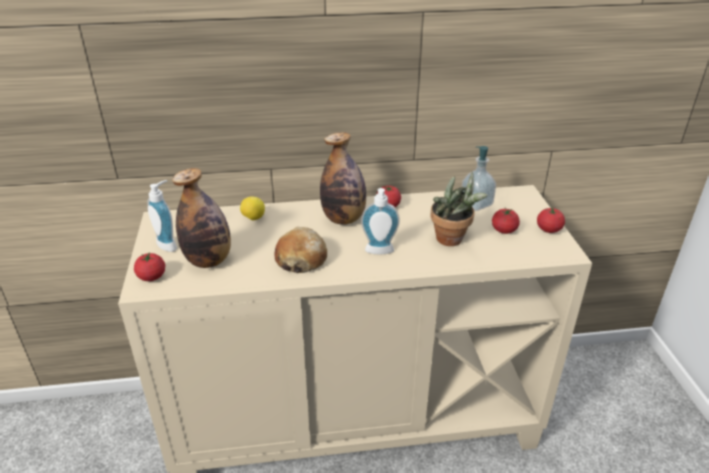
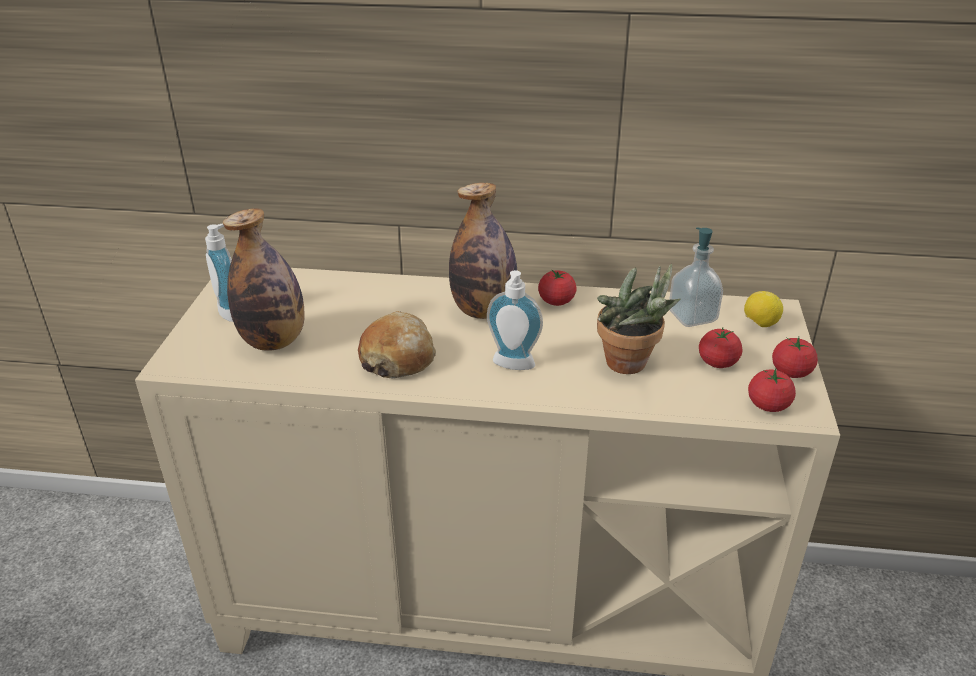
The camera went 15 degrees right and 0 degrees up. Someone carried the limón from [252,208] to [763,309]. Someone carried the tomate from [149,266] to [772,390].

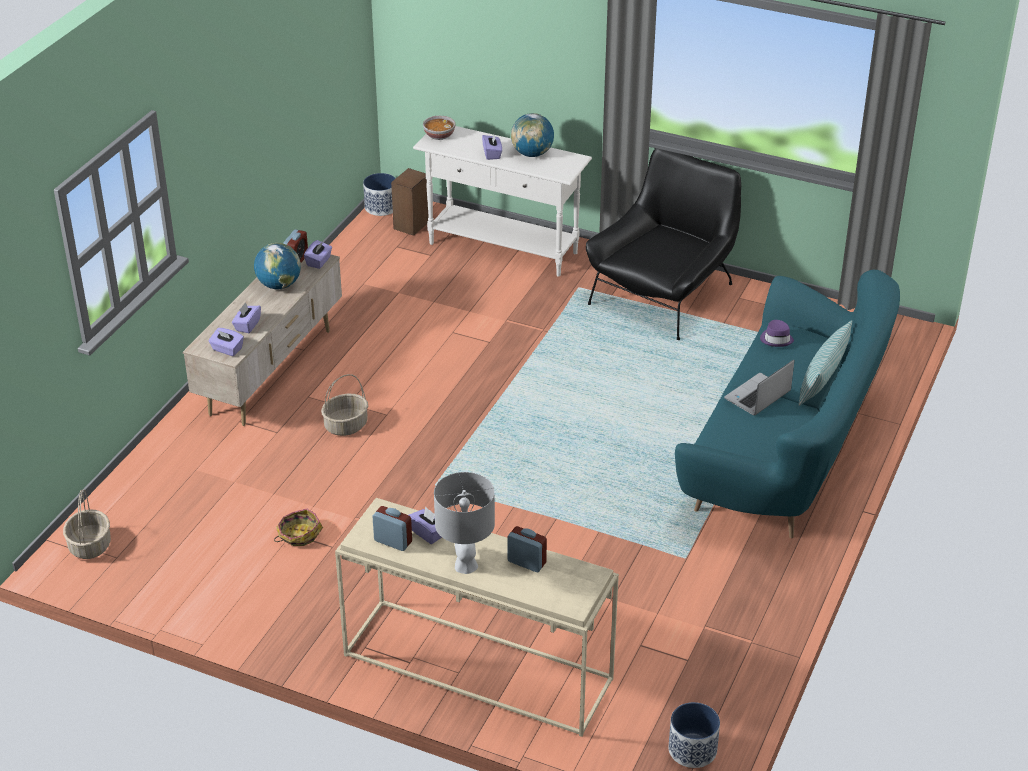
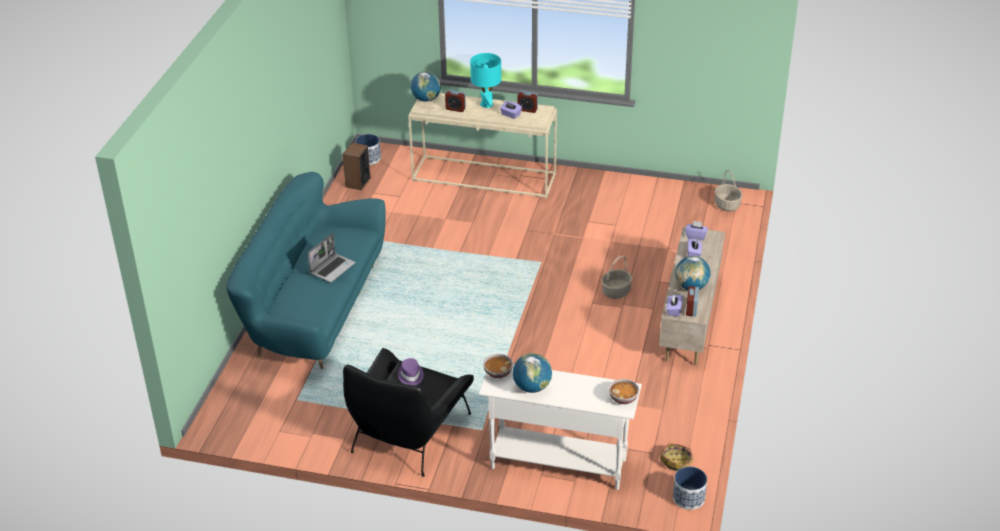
The camera went 170 degrees right and 0 degrees up. Someone carried the altavoz from [410,202] to [356,166]. Someone carried the sombrero [morado] from [777,333] to [411,372]. Someone put down the globo terráqueo at [426,86]. Someone repainted the lámpara de mesa [gris] at [464,523], which became the lámpara de mesa [turquesa] at [485,80]. Someone put down the cuenco at [498,366]. Someone carried the cesta from [298,527] to [676,457]. Someone took away the caja de pañuelos [morado] at [492,146]. Someone took away the cojín at [825,363].

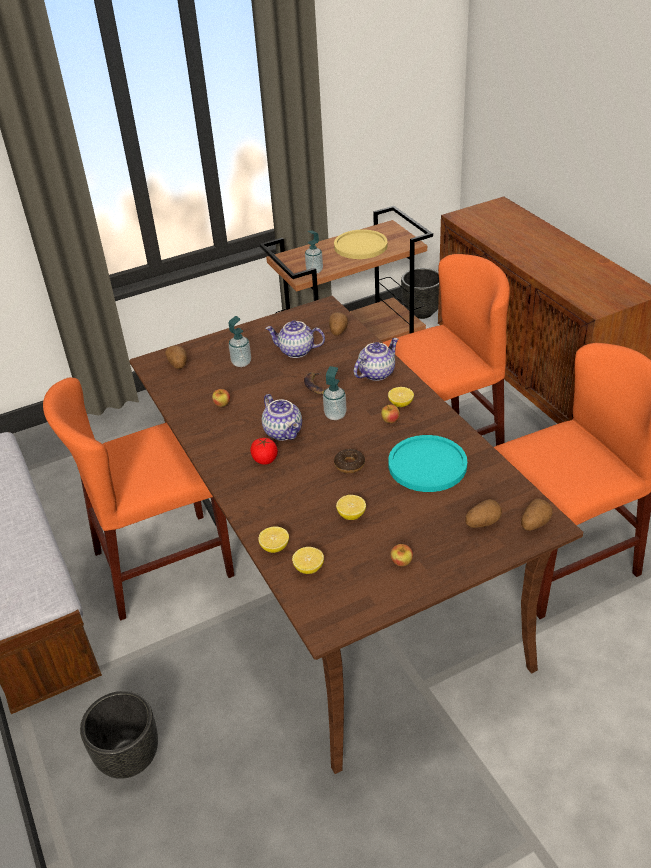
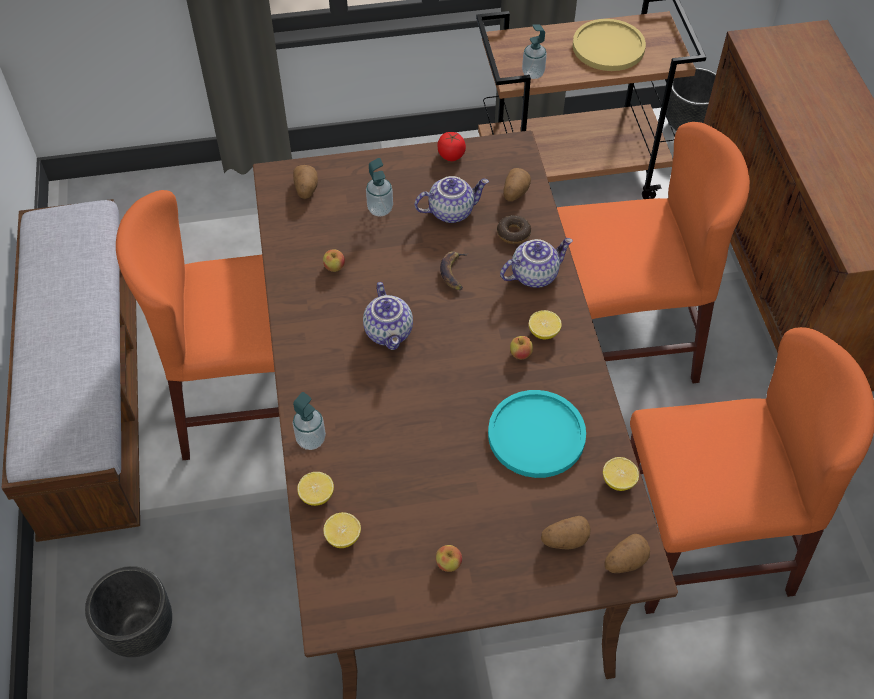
The camera went 15 degrees right and 15 degrees up. Someone carried the dispensador de jabón from [335,393] to [309,421]. Someone rotated the tetera at [295,339] by 135 degrees clockwise. Someone carried the tomate from [264,451] to [451,146]. Someone carried the rosquilla from [349,461] to [514,229]. Someone carried the limón from [351,507] to [621,474].

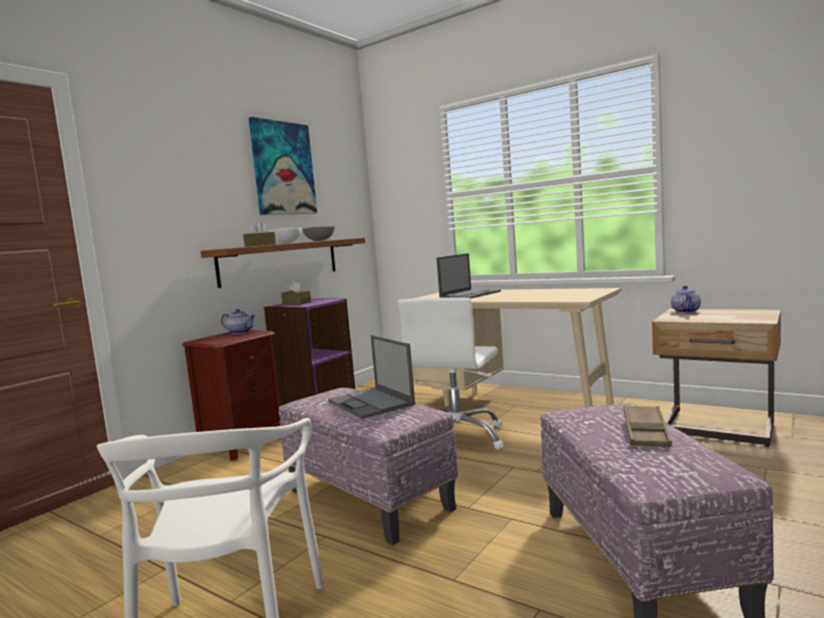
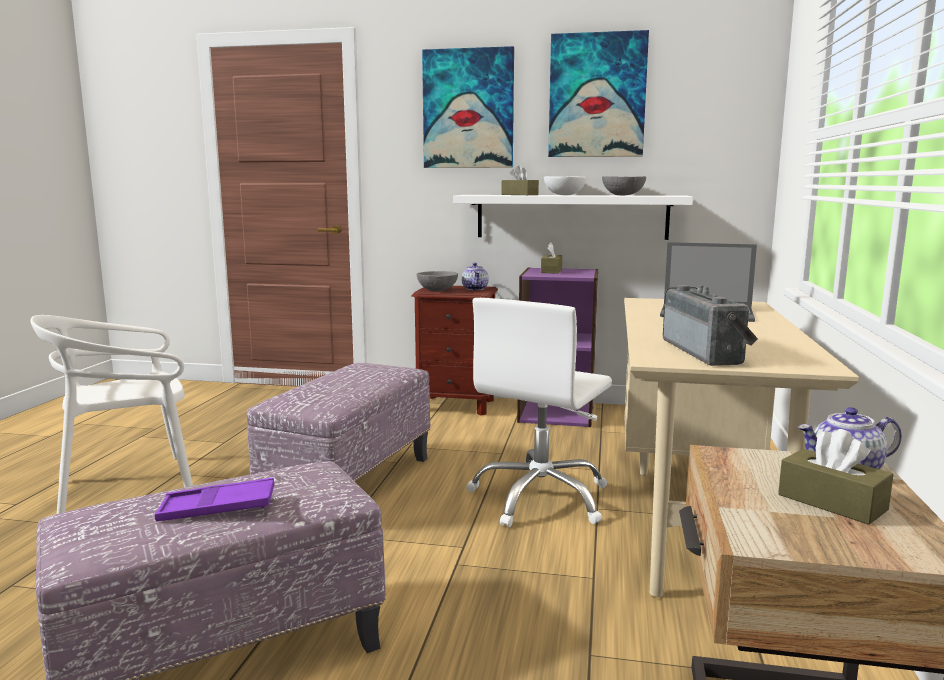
The camera went 65 degrees right and 5 degrees up. Someone repainted the bandeja [marrón] at [648,426], which became the bandeja [morado] at [215,499]. Someone put down the cuenco [gris] at [437,281]. Someone put up the cuadro at [468,107]. Someone repainted the estante [marrón] at [283,263], which became the estante [blanco] at [573,217]. Someone rotated the silla de oficina [blanco] at [451,374] by 60 degrees counterclockwise. Someone put down the radio at [710,325]. Someone put down the caja de pañuelos [marrón] at [836,477]. Someone took away the portátil at [371,377].

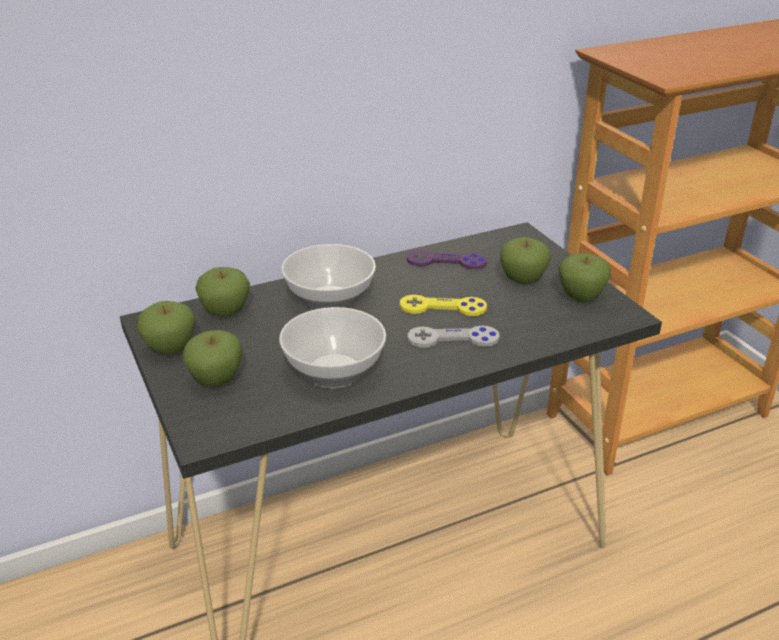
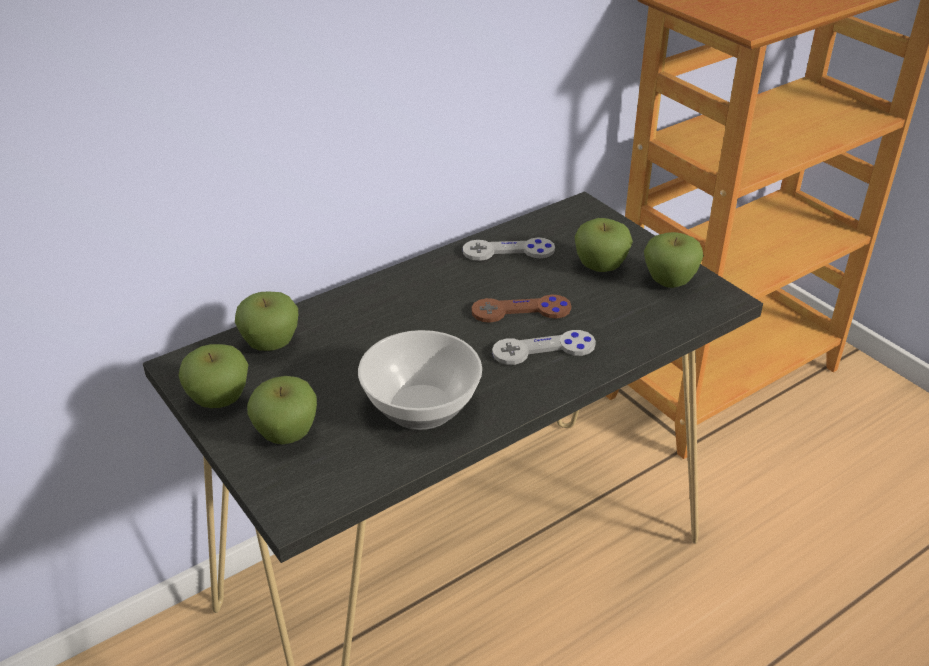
The camera went 10 degrees left and 5 degrees up. Someone repainted the mando de consola [morado] at [447,259], which became the mando de consola [gris] at [509,249]. Someone repainted the mando de consola [amarillo] at [443,305], which became the mando de consola [marrón] at [521,308]. Someone took away the cuenco at [328,277].

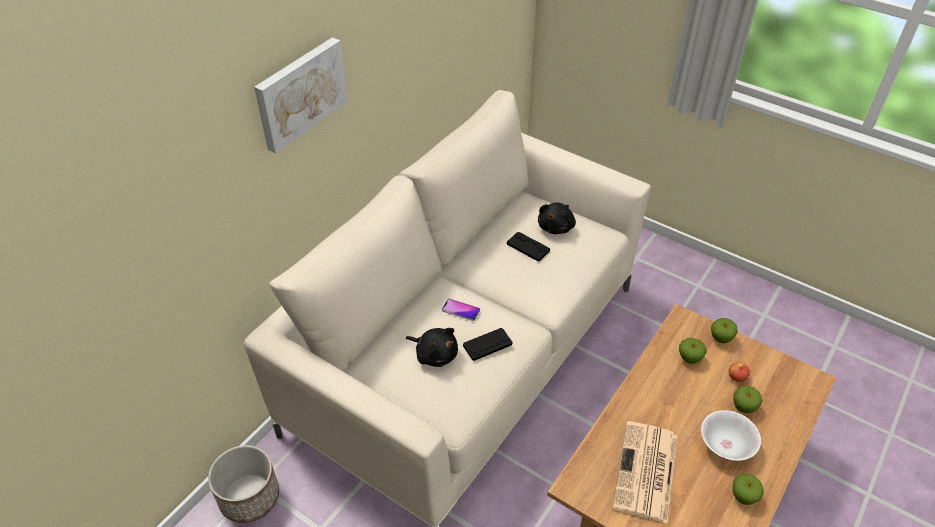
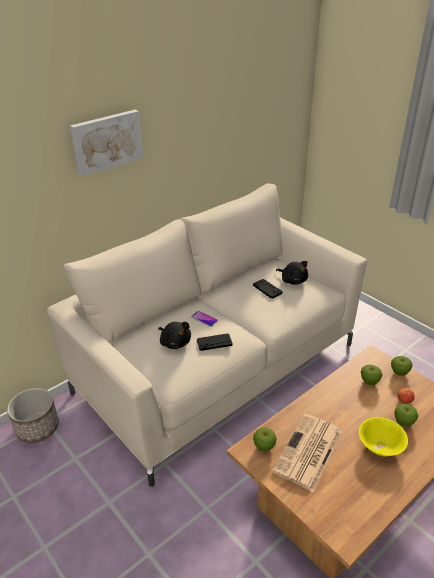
The camera went 15 degrees right and 10 degrees down. Someone carried the manzana from [748,489] to [265,439]. Someone rotated the peluche [negro] at [557,218] by 90 degrees counterclockwise. Someone repainted the cuenco [blanco] at [731,435], which became the cuenco [amarillo] at [383,437].

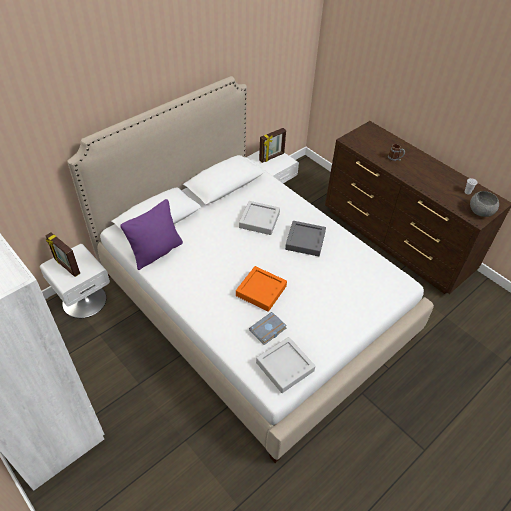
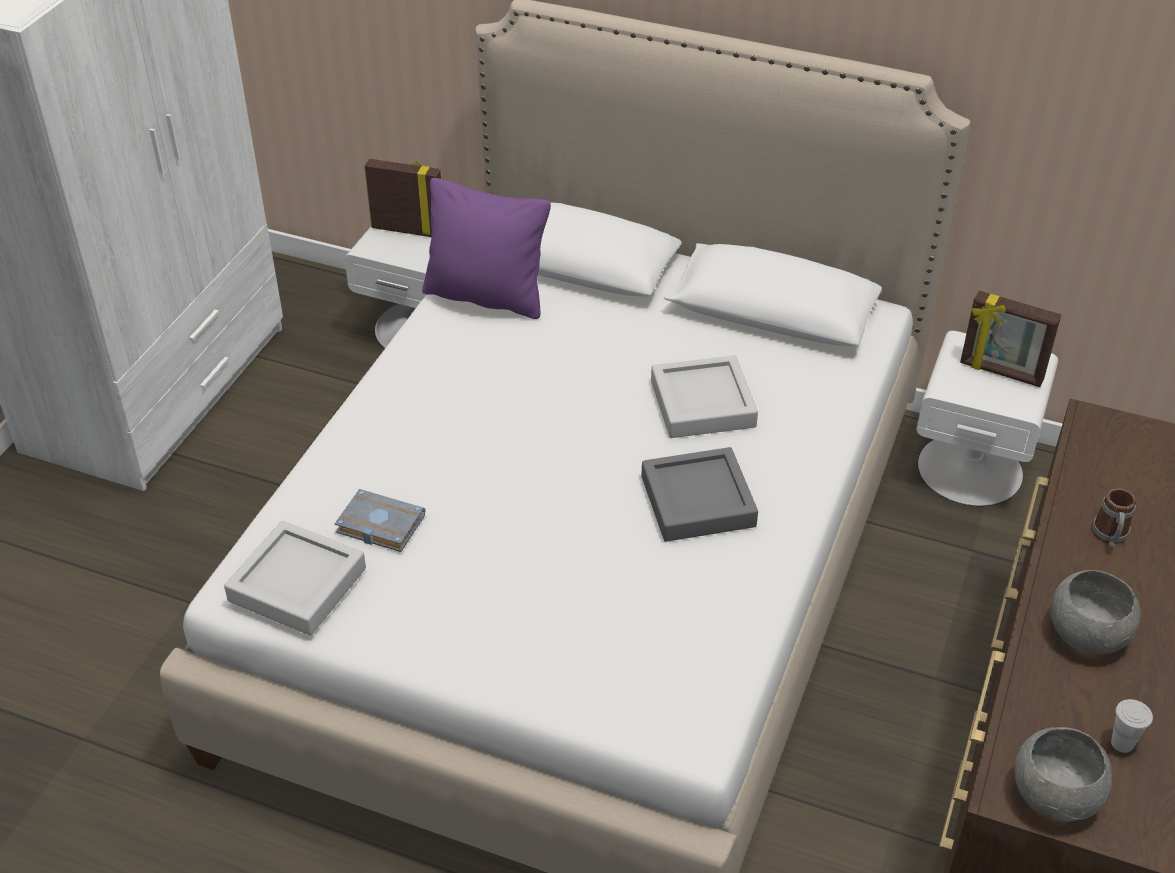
The camera went 65 degrees right and 5 degrees down. Someone rotated the portarretratos at [63,254] by 90 degrees clockwise. Someone put down the cuenco [gris] at [1095,612]. Someone took away the bandeja [naranja] at [261,289].

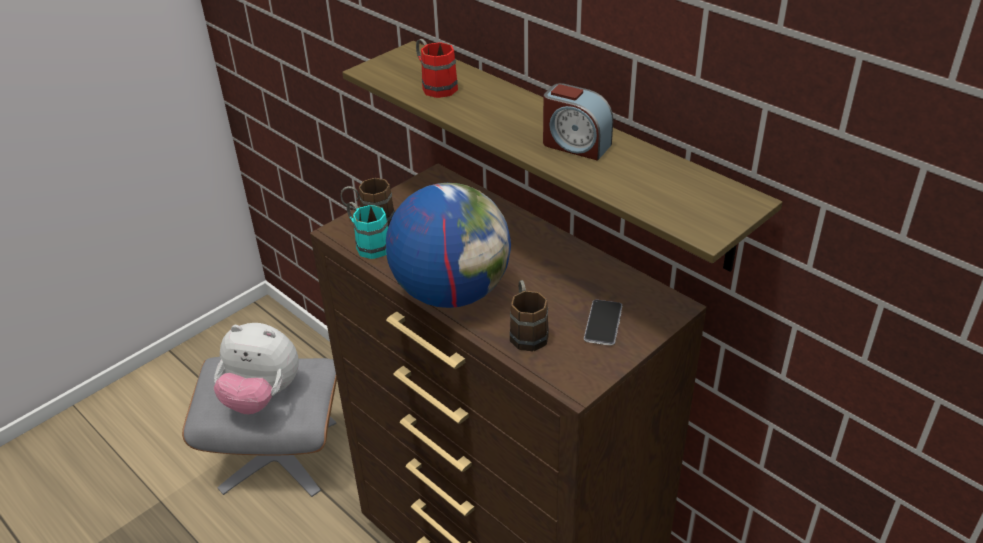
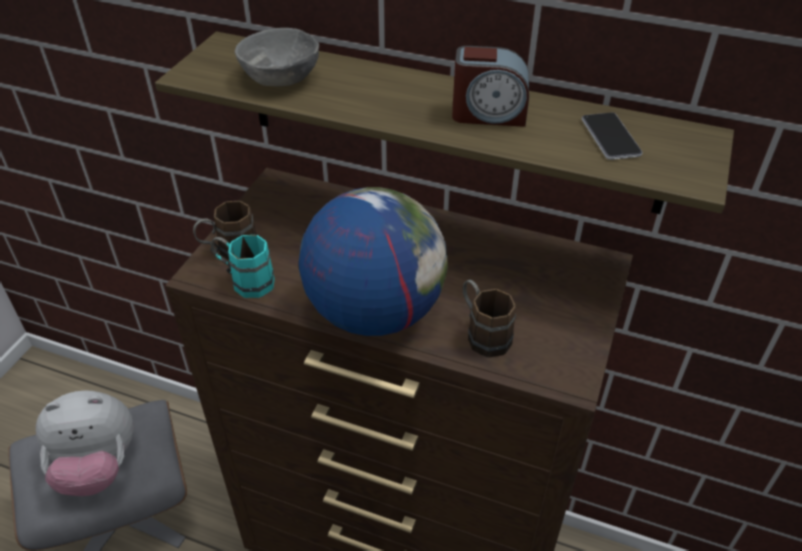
The camera went 25 degrees left and 5 degrees up. Someone swapped the taza grande [rojo] at [437,68] for the cuenco [gris] at [277,57]. Someone carried the móvil from [603,323] to [612,136].

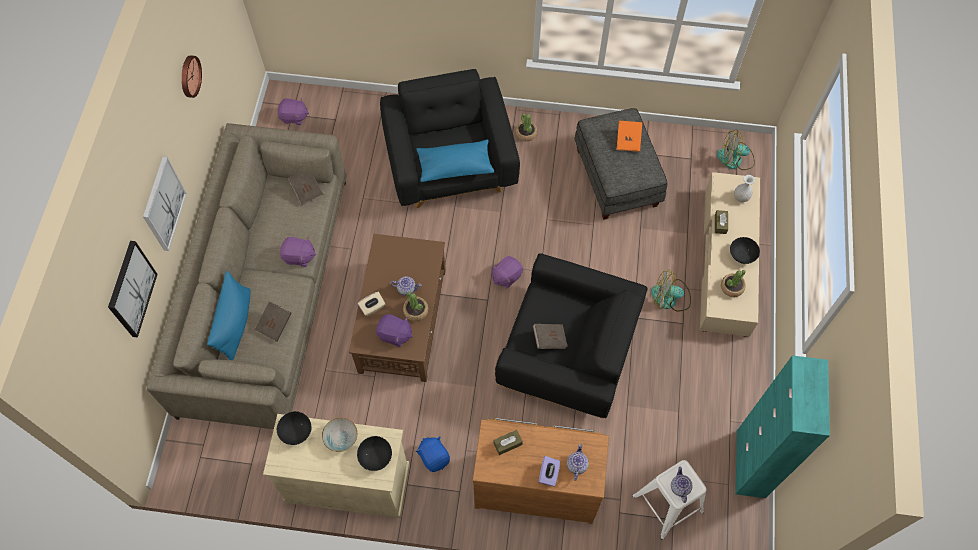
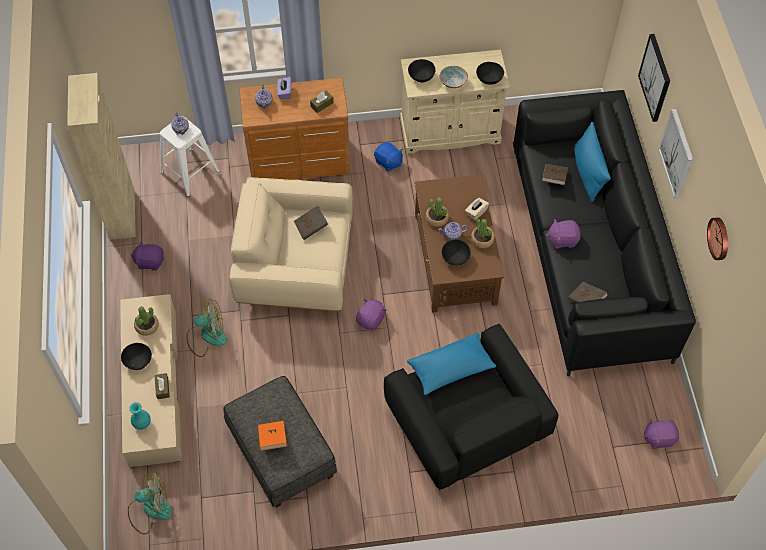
The camera went 165 degrees right and 5 degrees down. Someone repainted the armario [turquesa] at [782,426], which became the armario [beis] at [101,156]. Someone repainted the florero [blanco] at [744,188], which became the florero [turquesa] at [140,416]. Someone carried the peluche [morado] from [394,330] to [147,256]. Someone repainted the sillón [negro] at [571,335], which became the sillón [beis] at [291,244]. Someone put down the cuenco [negro] at [456,253]. Someone carried the planta en maceta from [526,127] to [483,233]. Someone repainted the sofá [beis] at [247,276], which became the sofá [negro] at [604,233].

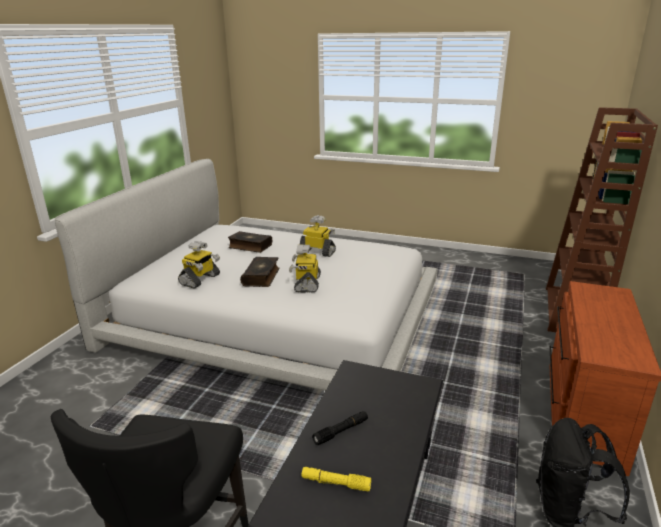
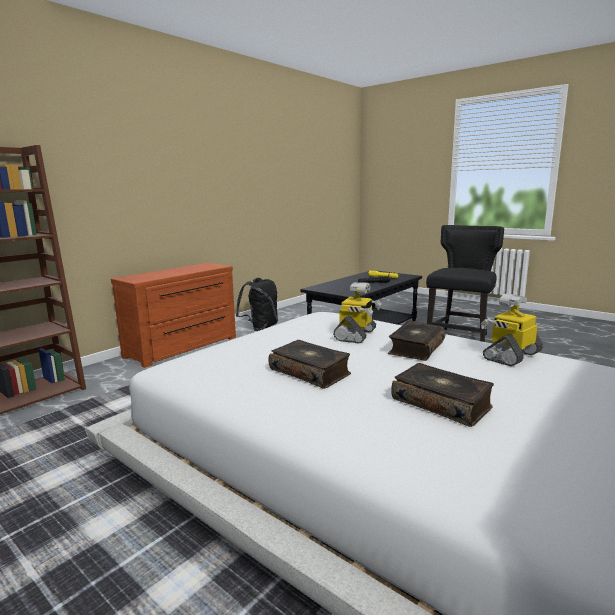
The camera went 160 degrees left and 10 degrees down. Someone swapped the robot de juguete at [318,236] for the libro at [309,364].

